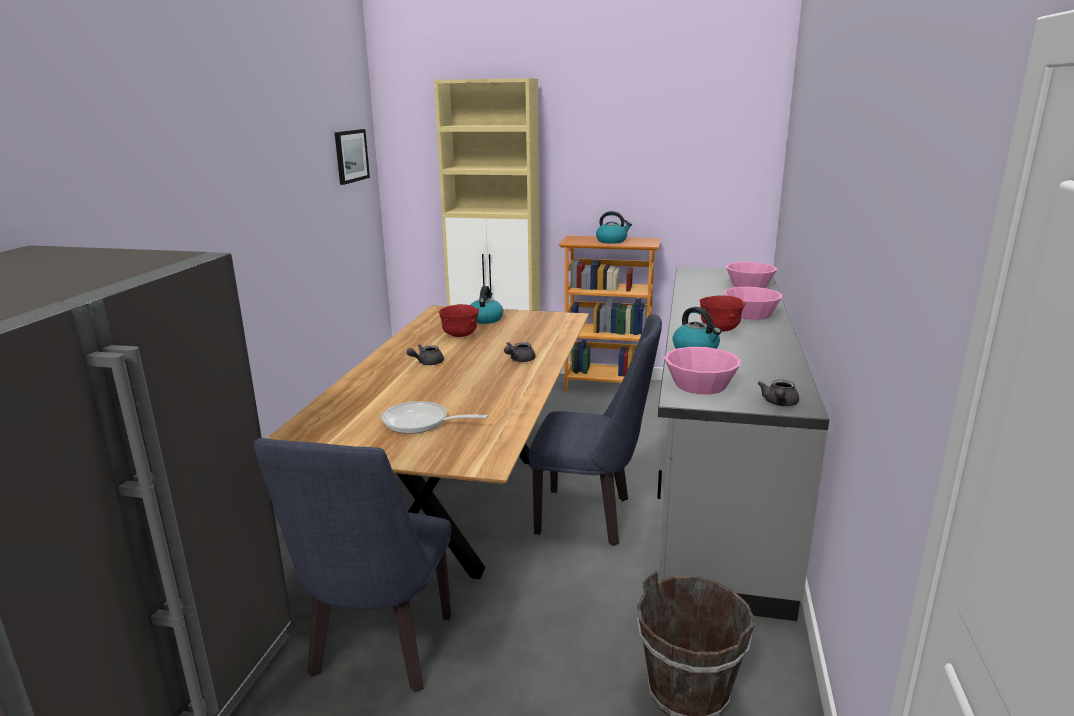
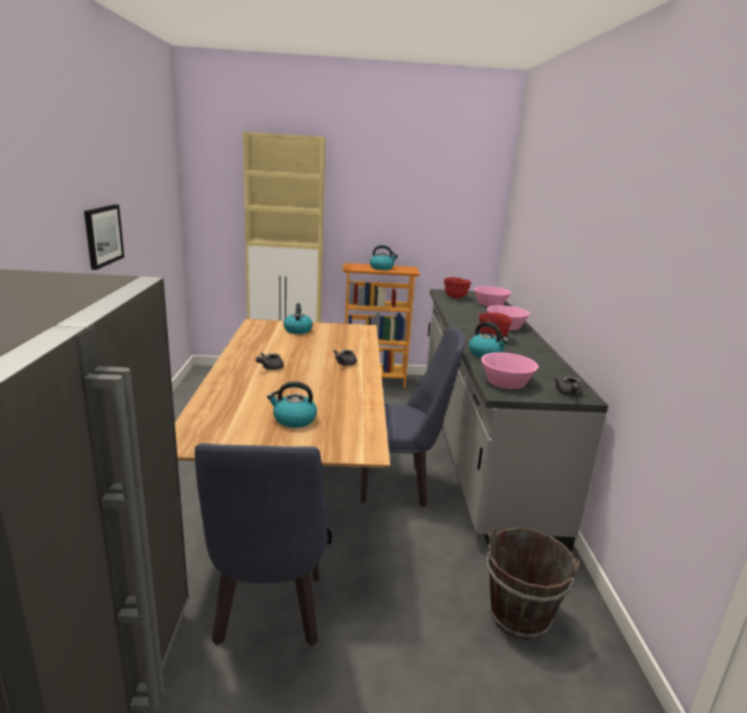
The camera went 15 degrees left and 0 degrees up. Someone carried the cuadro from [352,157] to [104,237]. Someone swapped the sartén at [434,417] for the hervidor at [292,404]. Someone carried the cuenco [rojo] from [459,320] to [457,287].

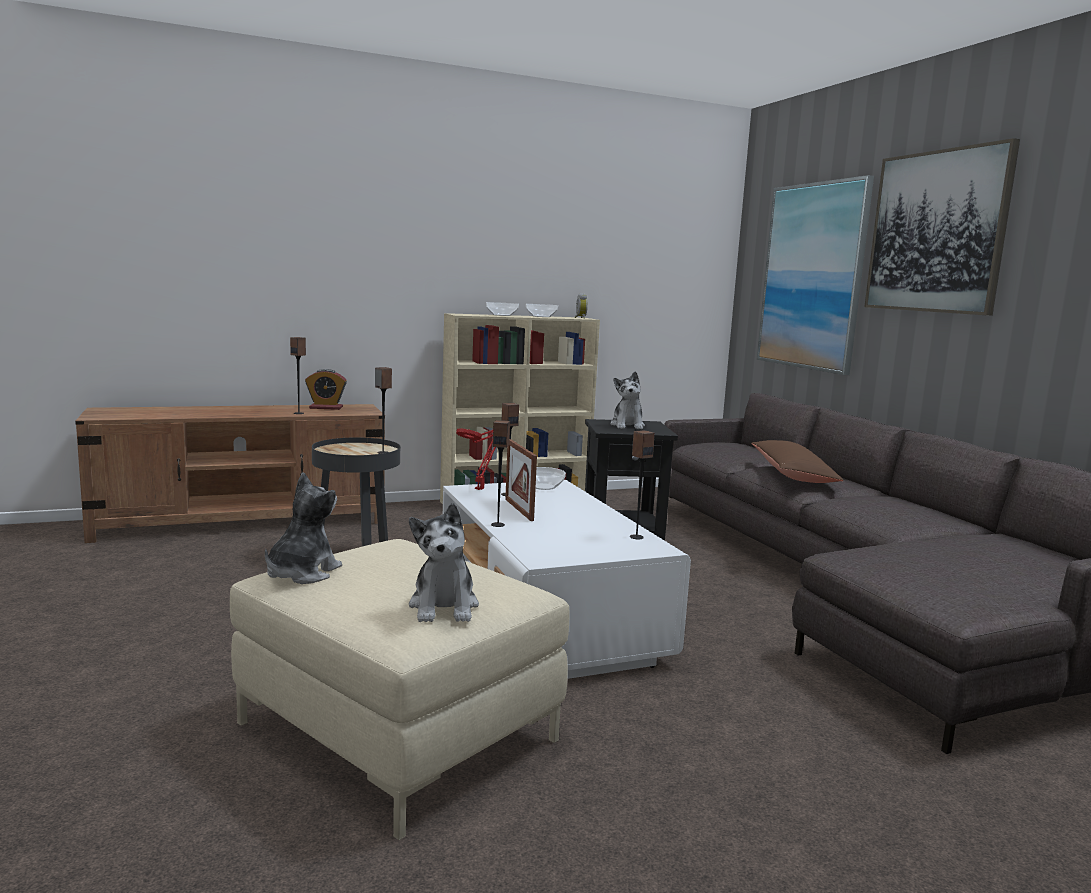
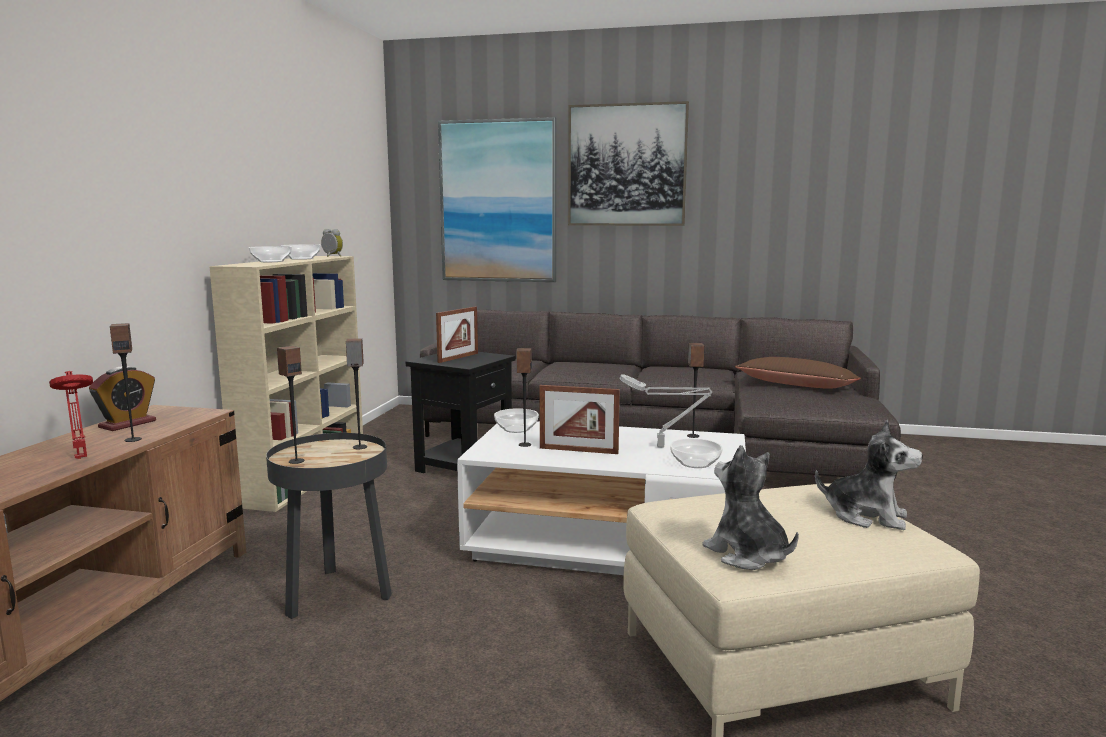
The camera went 55 degrees left and 0 degrees up. Someone carried the lámpara de mesa [rojo] from [476,459] to [71,415]. Someone carried the altavoz from [500,473] to [291,405]. Someone swapped the peluche at [627,400] for the portarretratos at [457,335]. Someone put down the lámpara de mesa [gris] at [665,410]. Someone put down the cuenco at [696,453]. Someone carried the cojín [marrón] from [797,461] to [798,373].

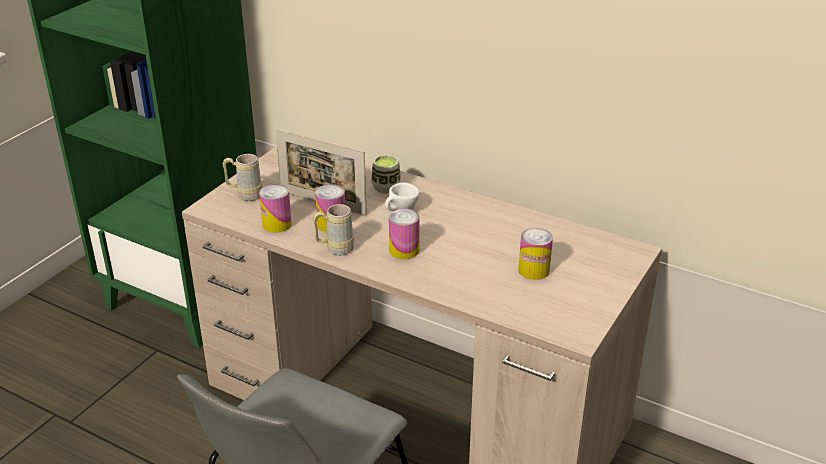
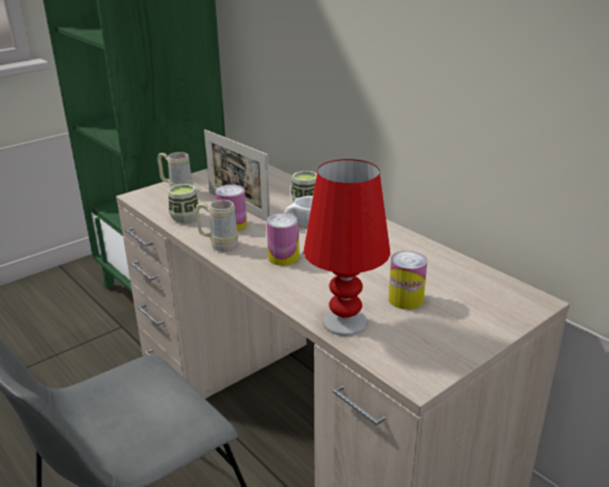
The camera went 20 degrees right and 5 degrees down. Someone swapped the lata at [275,208] for the taza at [183,203]. Someone put down the lámpara de mesa [rojo] at [346,247].

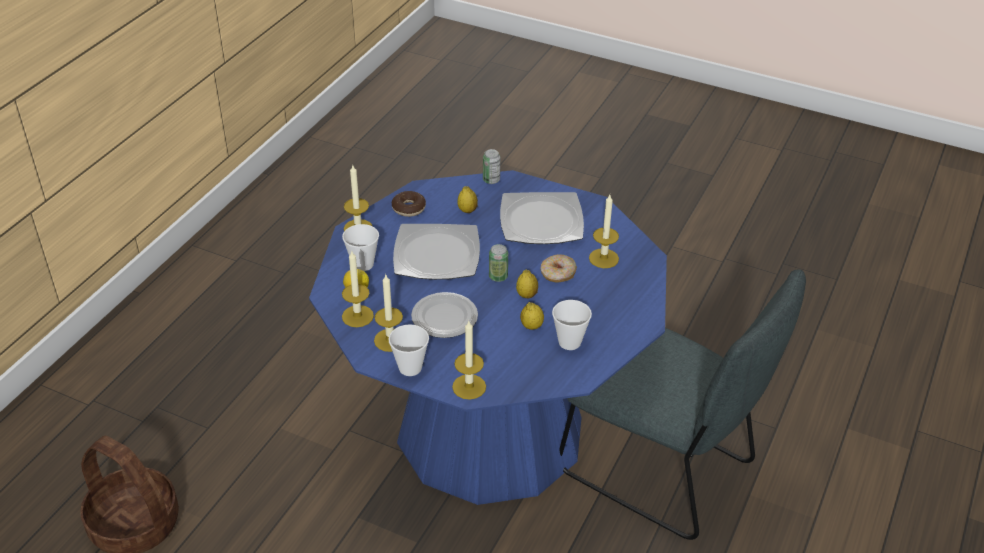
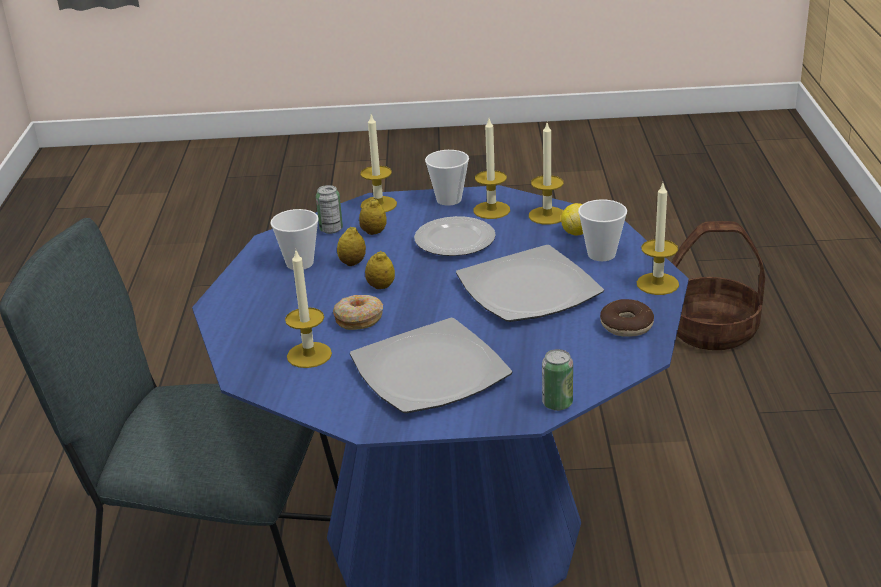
The camera went 155 degrees right and 10 degrees down. Someone carried the lata from [498,263] to [329,209]. Someone carried the limón from [468,199] to [373,216].

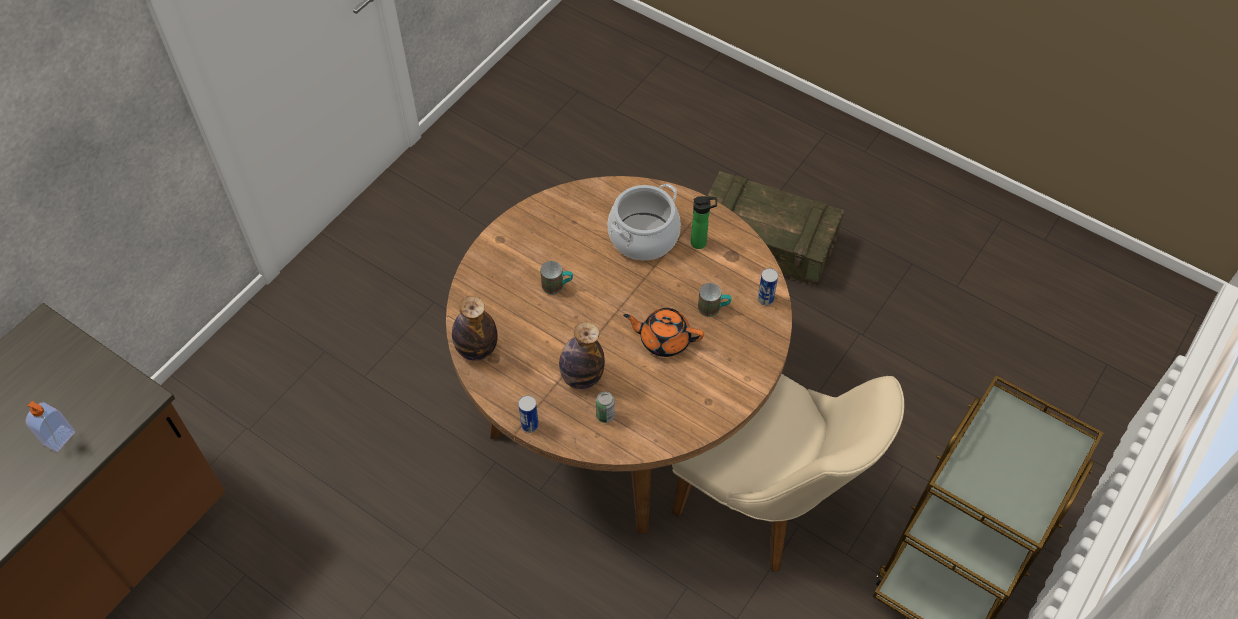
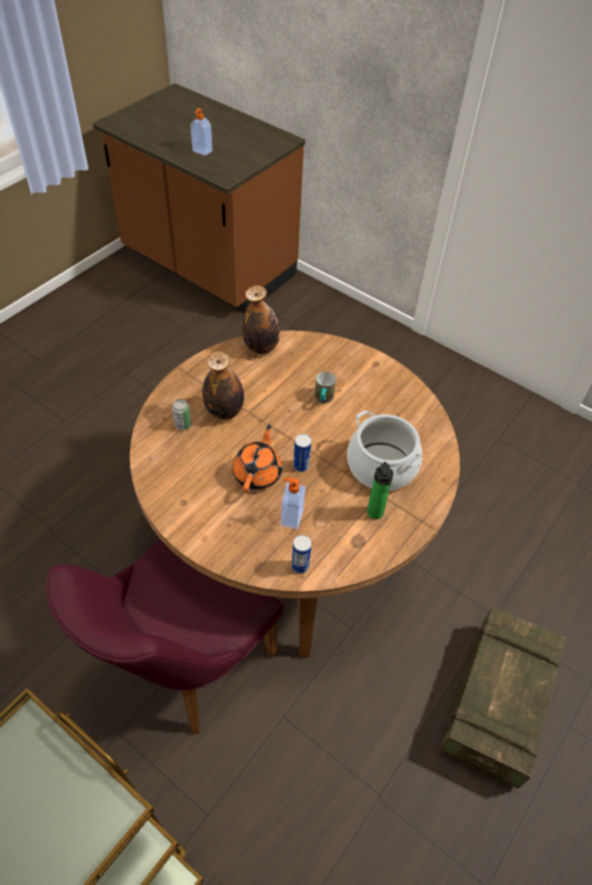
The camera went 90 degrees right and 5 degrees down. Someone repainted the silla [beis] at [788,473], which became the silla [morado] at [164,637]. Someone swapped the taza grande at [714,300] for the dispensador de jabón at [293,504]. Someone carried the lata from [528,414] to [302,453].

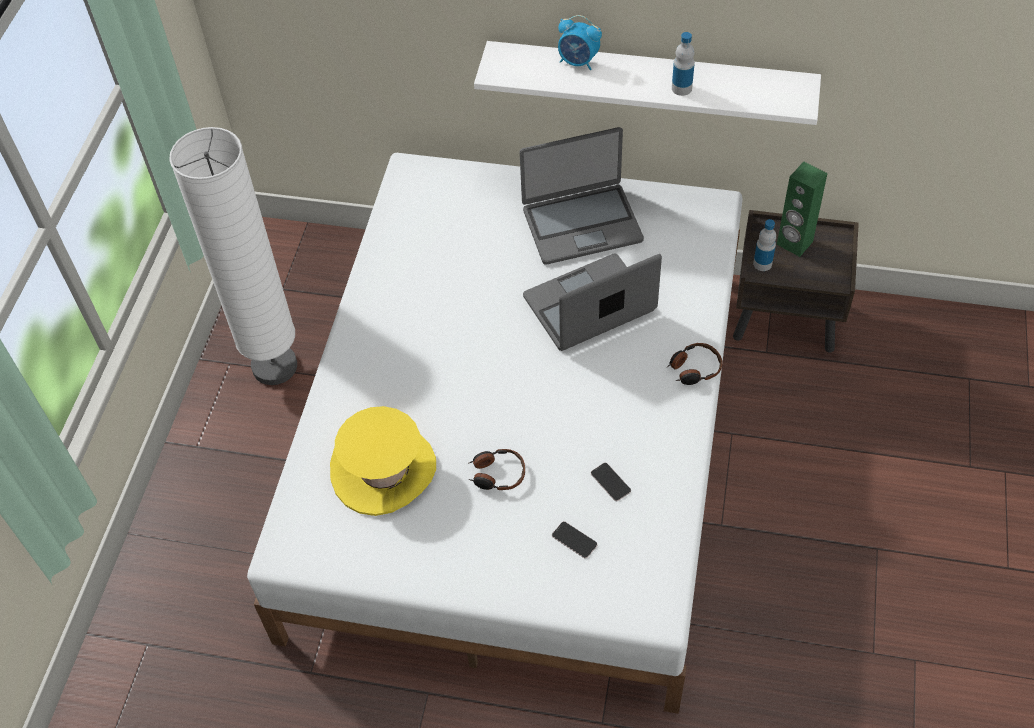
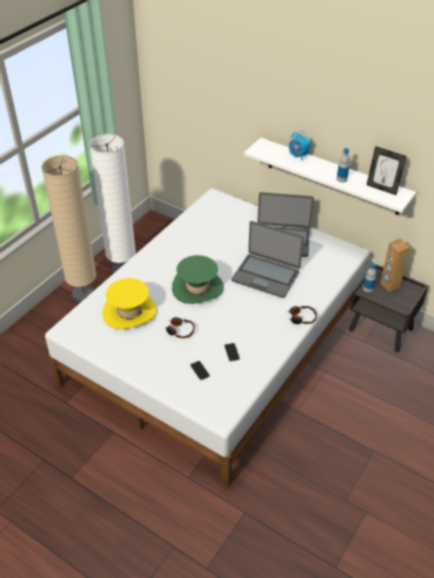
The camera went 20 degrees right and 10 degrees down. Someone put down the lámpara de pie [beis] at [69,229]. Someone put down the sombrero [verde] at [198,279]. Someone rotated the portátil at [592,302] by 150 degrees counterclockwise. Someone put down the portarretratos at [386,170]. Someone repainted the altavoz [verde] at [802,209], which became the altavoz [marrón] at [395,265].

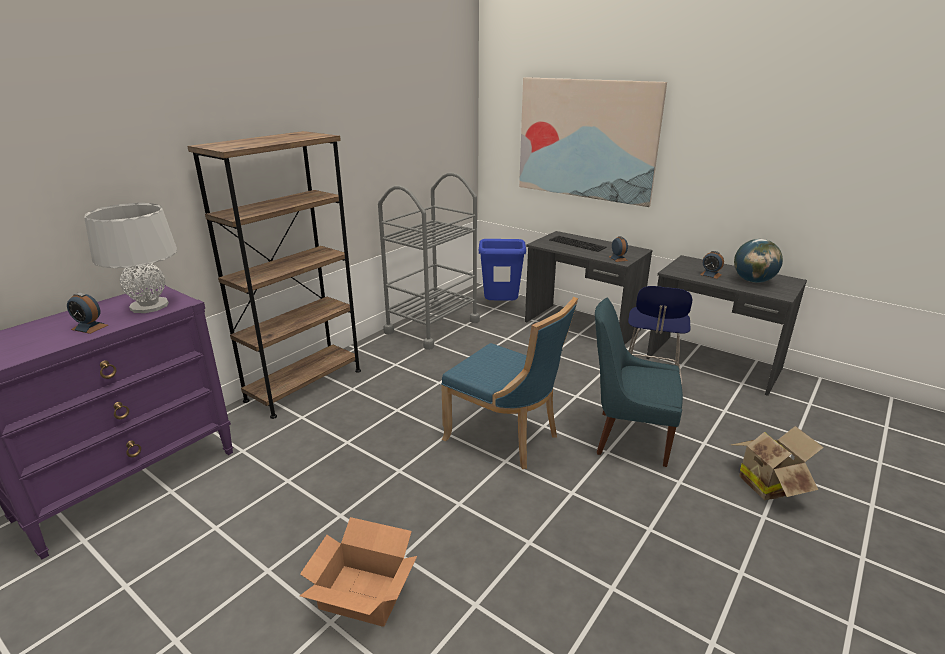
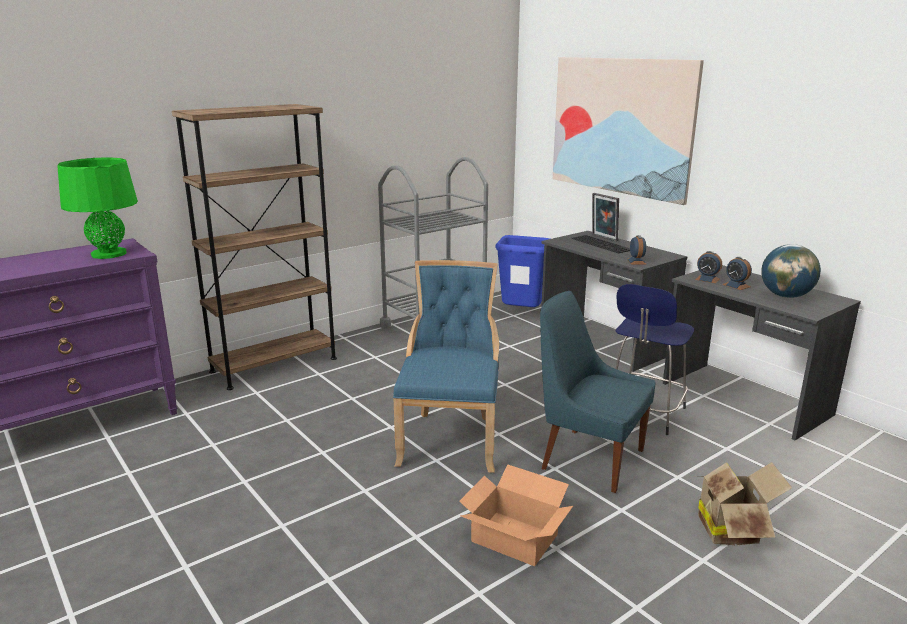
The camera went 15 degrees right and 5 degrees down. Someone repainted the lámpara de mesa [gris] at [130,258], which became the lámpara de mesa [verde] at [97,208]. Someone rotated the silla [azul] at [509,383] by 135 degrees counterclockwise. Someone carried the caja de cartón from [358,572] to [516,515]. Someone put down the portarretratos at [605,217]. Someone carried the despertador from [87,313] to [708,267].

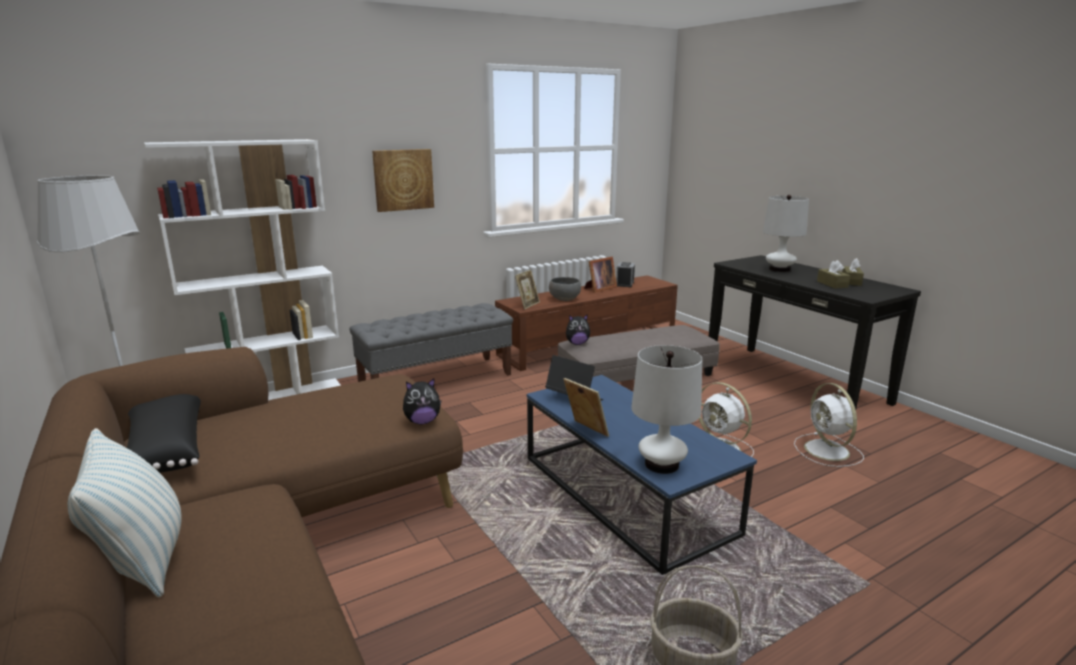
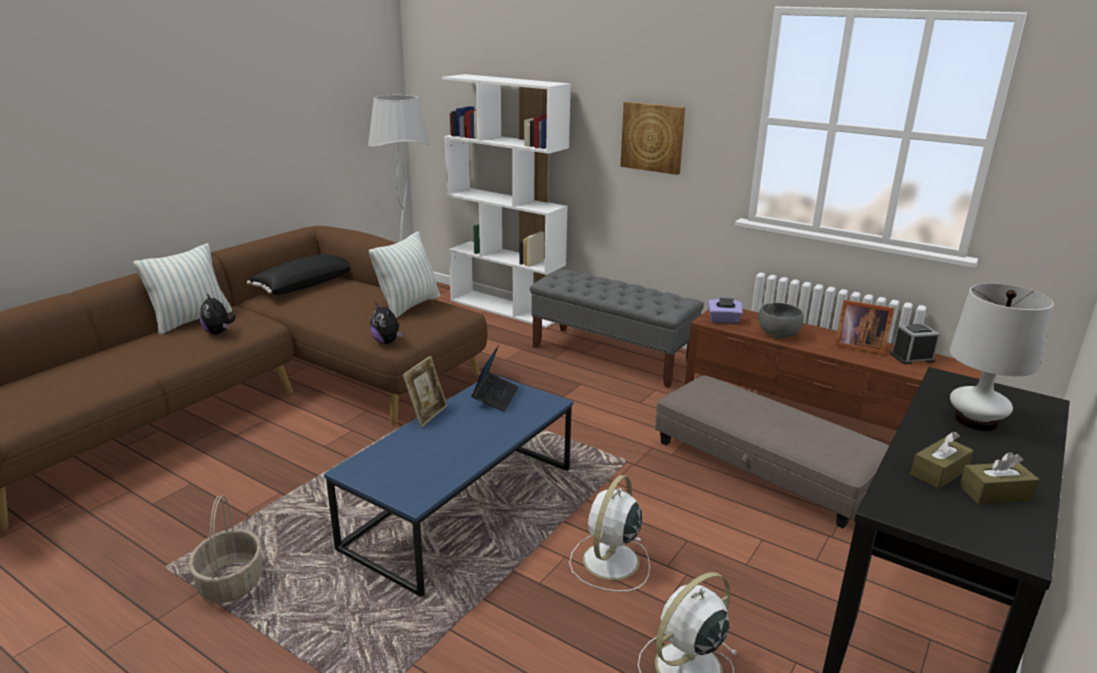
The camera went 65 degrees right and 5 degrees up. Someone carried the peluche from [578,329] to [218,314]. Someone put down the cojín at [404,275]. Someone swapped the portarretratos at [527,290] for the caja de pañuelos [morado] at [725,311]. Someone took away the lámpara de mesa [blanco] at [666,409].

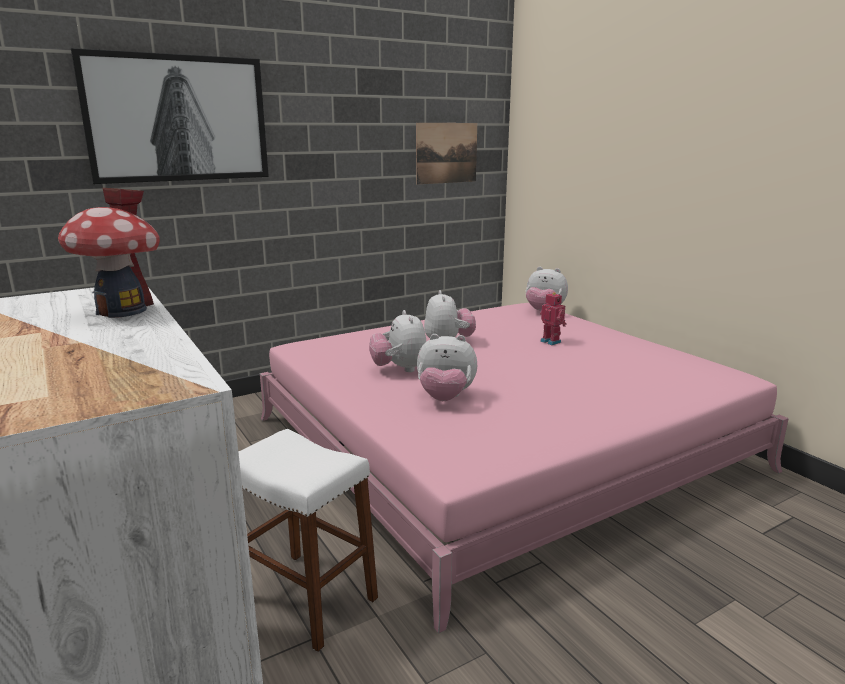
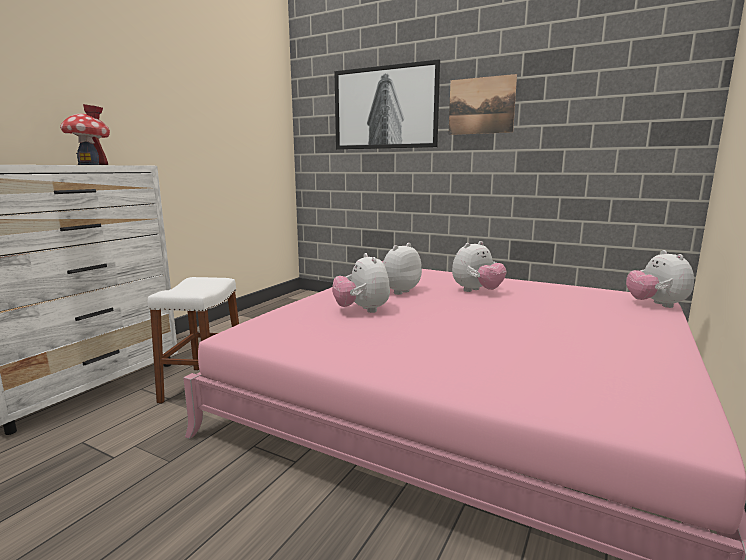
The camera went 60 degrees right and 5 degrees down. Someone carried the cuadro from [446,153] to [482,104]. Someone took away the robot de juguete at [553,318].

